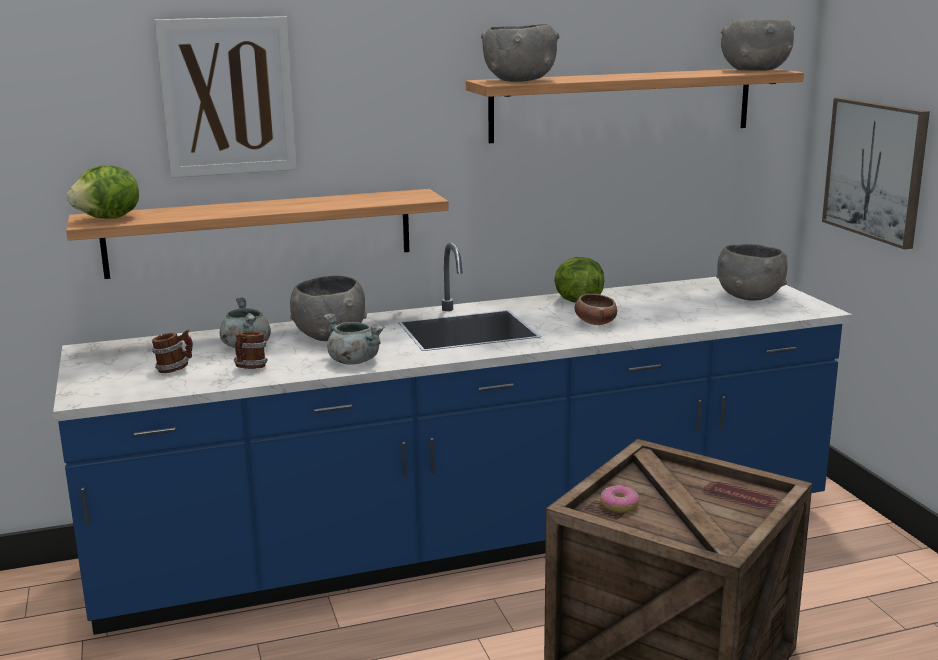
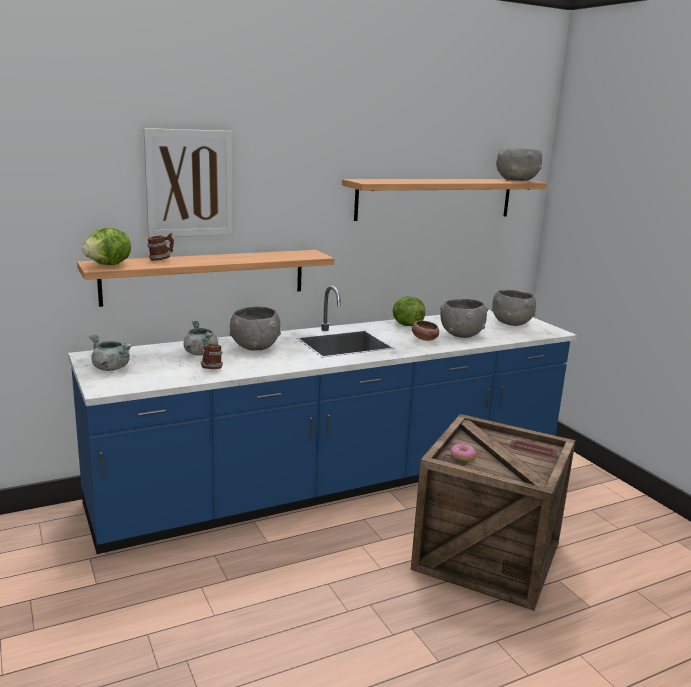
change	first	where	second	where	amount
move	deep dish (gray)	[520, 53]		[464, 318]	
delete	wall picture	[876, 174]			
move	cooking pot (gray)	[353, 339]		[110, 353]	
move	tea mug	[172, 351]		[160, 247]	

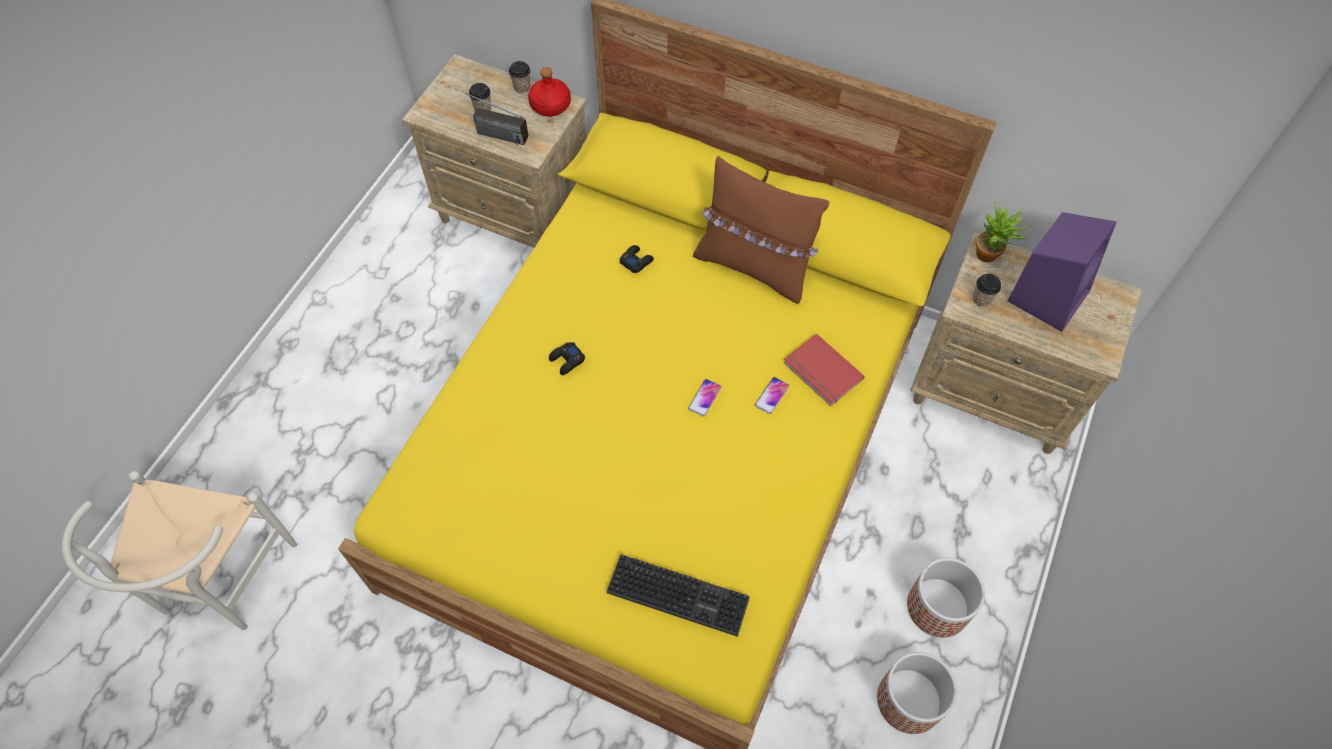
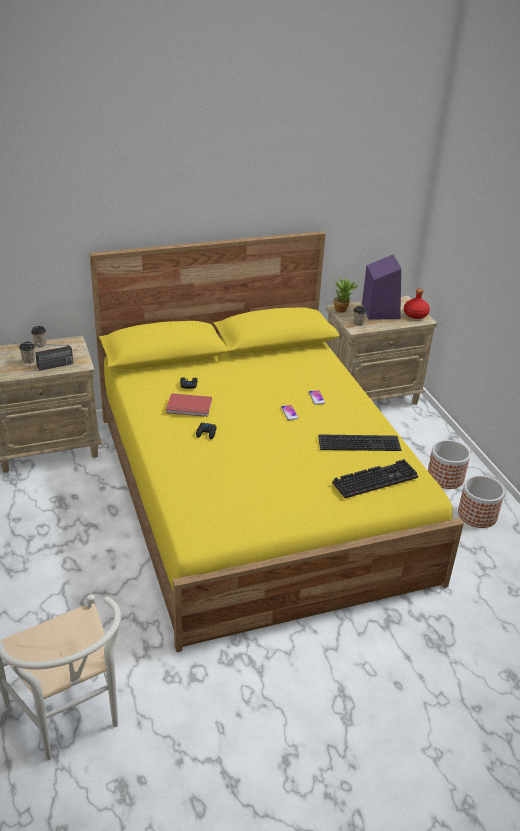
change	first	where	second	where	amount
move	drink bottle (red)	[549, 92]		[417, 304]	
delete	cushion (brown)	[761, 229]			
move	volume (red)	[824, 369]		[189, 405]	
insert			computer keyboard	[359, 442]	

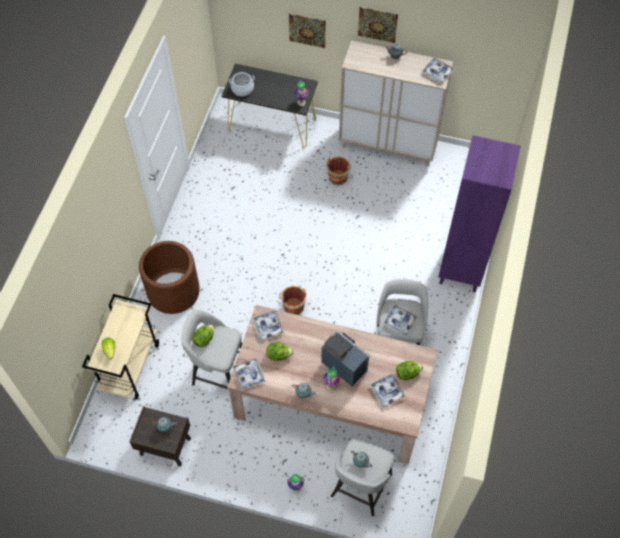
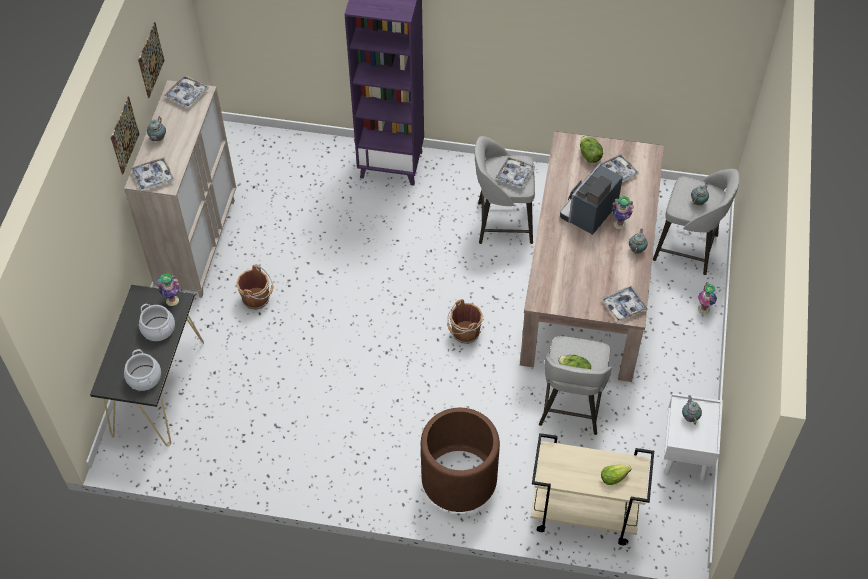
change	first	where	second	where	amount
move	wall picture	[307, 30]		[151, 60]	
move	tray	[268, 325]		[152, 174]	
delete	lettuce head	[280, 351]			
recolor	nightstand (brown)	[160, 436]	nightstand (white-coloured)	[693, 437]	
insert			cooking pot	[157, 322]	

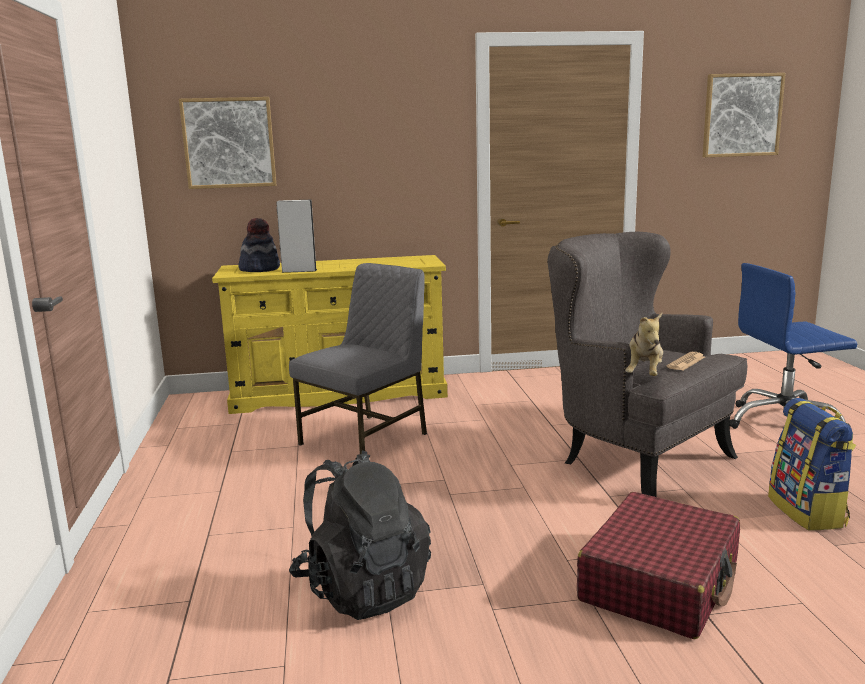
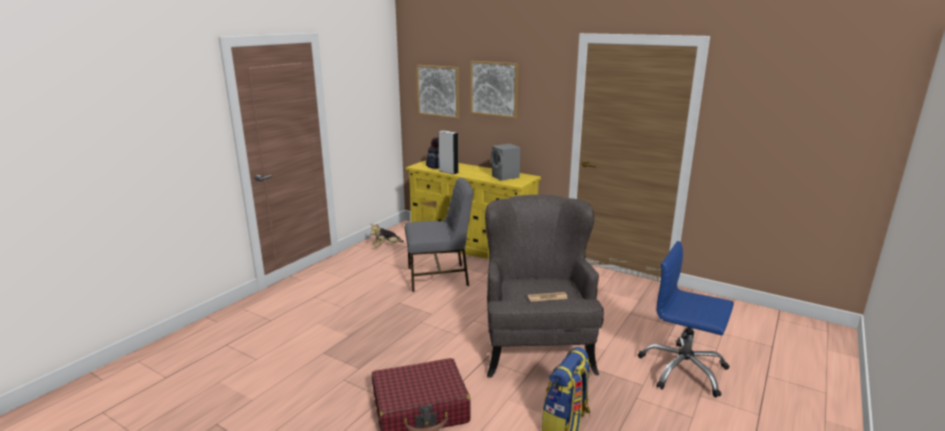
change	first	where	second	where	amount
move	wall picture	[744, 115]		[494, 89]	
move	plush toy	[644, 344]		[387, 236]	
delete	rucksack (black-coloured)	[360, 535]			
insert			loudspeaker (gray)	[505, 162]	

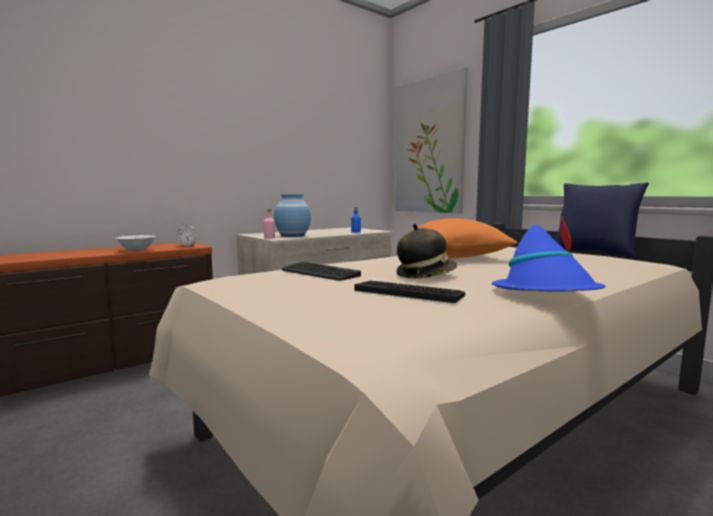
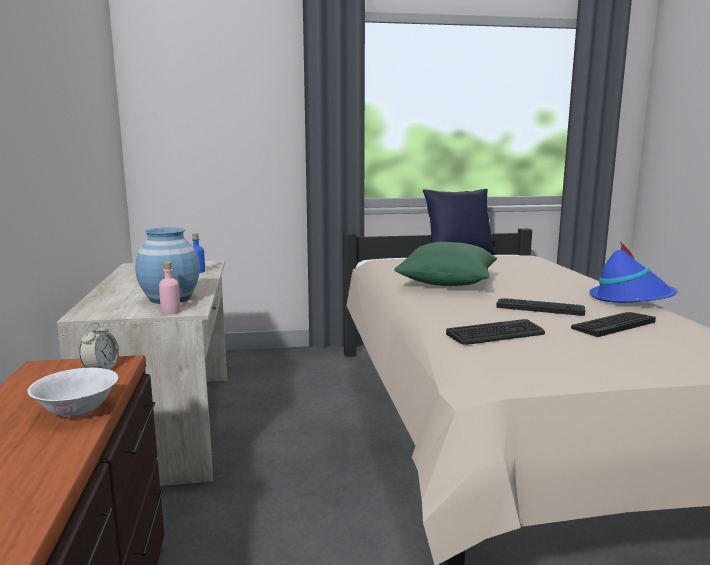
change	first	where	second	where	amount
delete	wall picture	[431, 140]			
recolor	cushion (orange)	[461, 238]	cushion (green)	[445, 264]	
replace	clothing hat	[427, 251]	computer keyboard	[540, 307]	

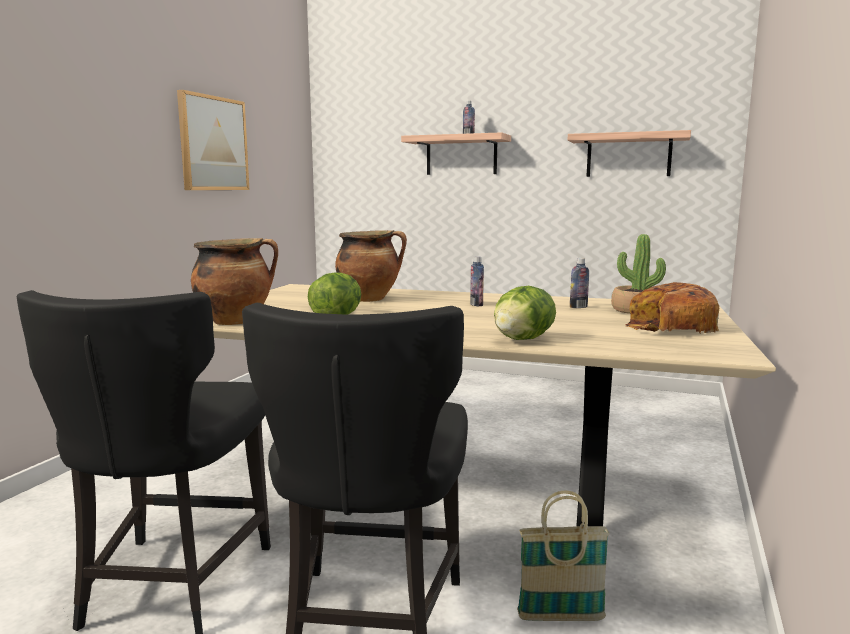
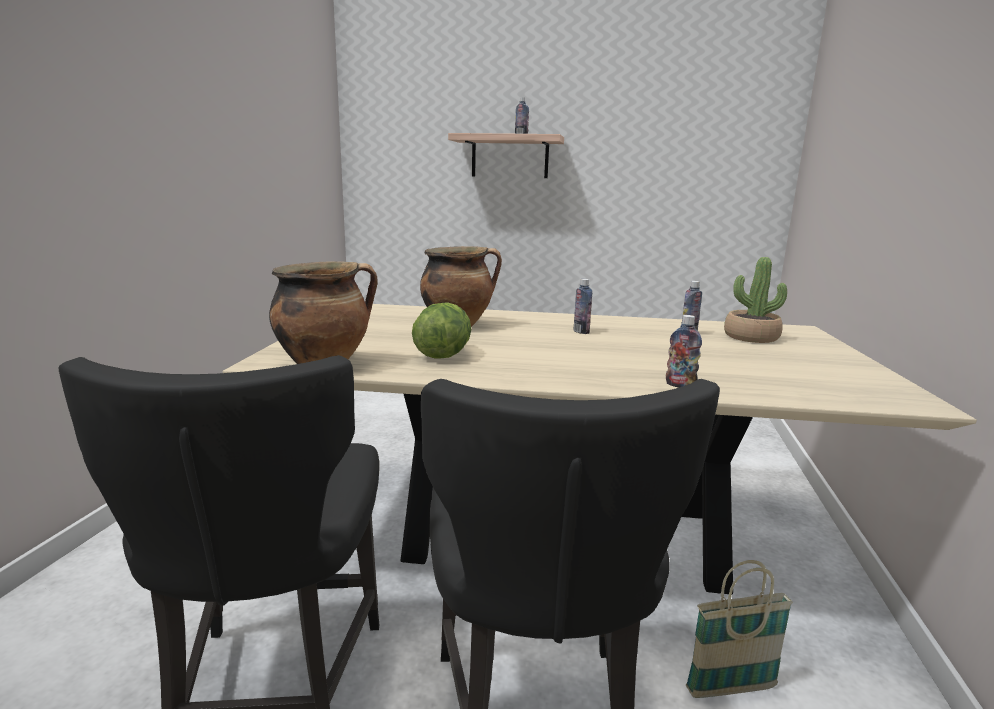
change	first	where	second	where	amount
delete	wall picture	[213, 140]			
delete	shelf	[629, 153]			
delete	baked bread	[672, 307]			
replace	lettuce head	[525, 313]	drink bottle	[684, 351]	

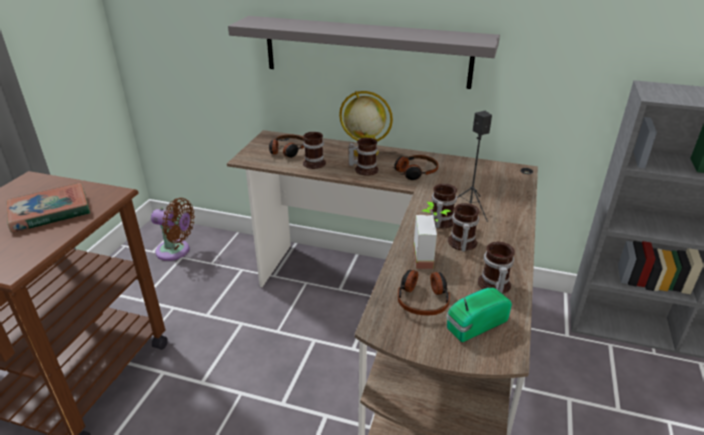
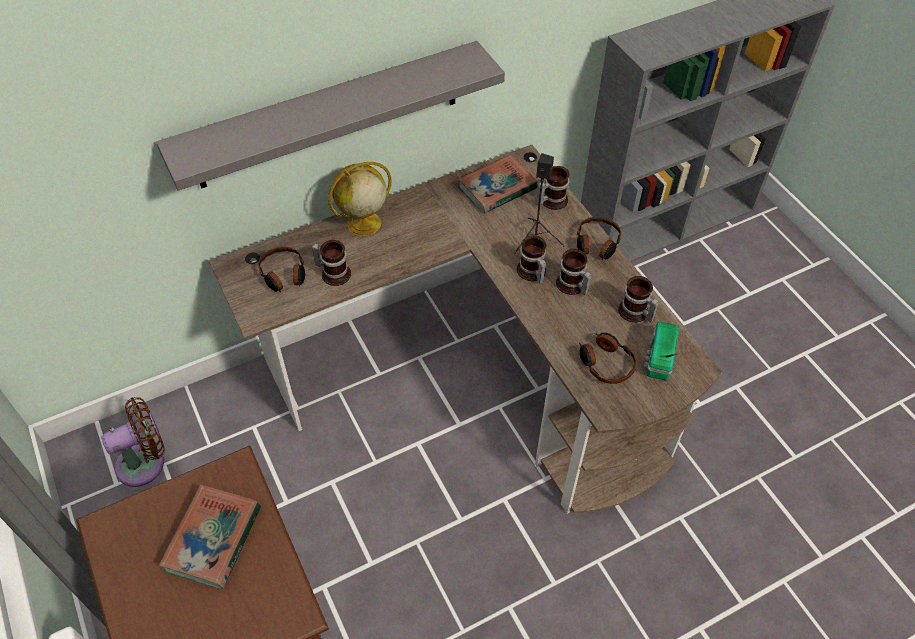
change	first	where	second	where	amount
move	tea mug	[364, 157]		[553, 188]	
move	pair of headphones	[416, 167]		[599, 238]	
delete	plant in a pot	[432, 235]			
insert			volume	[498, 184]	

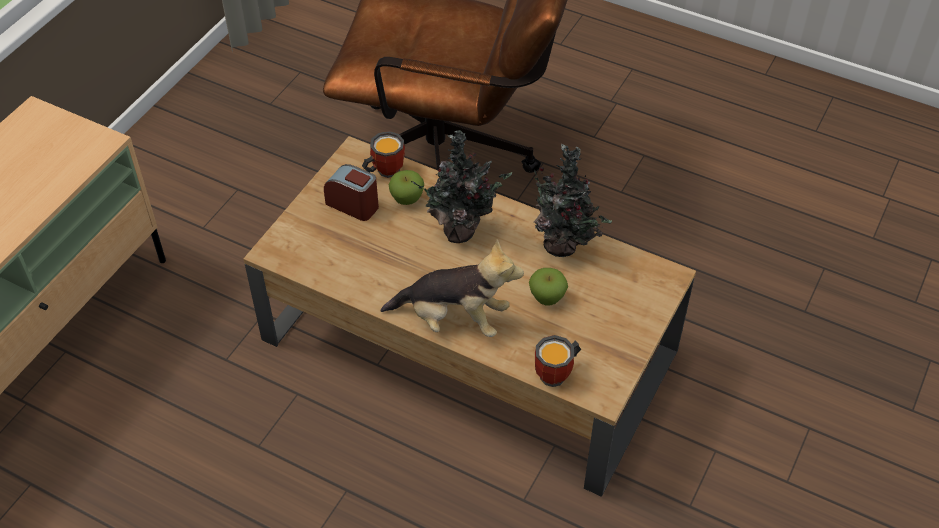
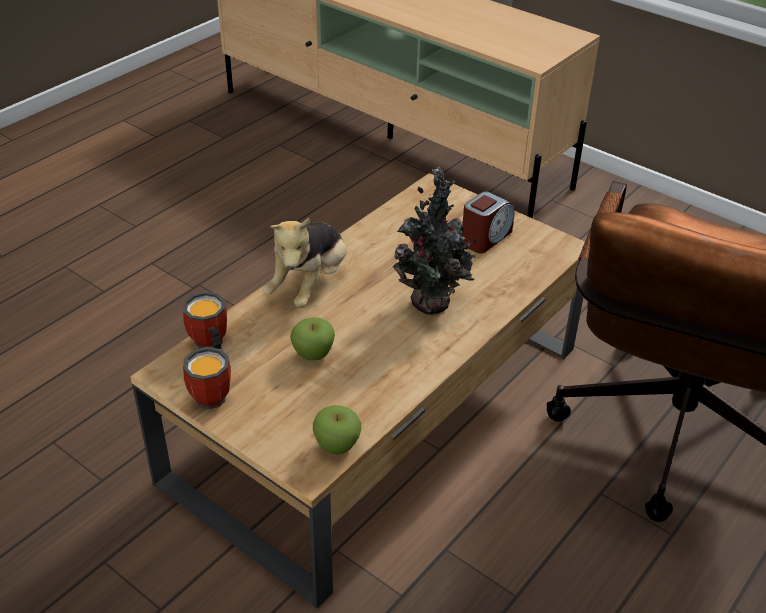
change	first	where	second	where	amount
move	tea mug	[383, 154]		[207, 378]	
delete	plant in a pot	[569, 200]			
move	apple fruit	[406, 187]		[337, 429]	

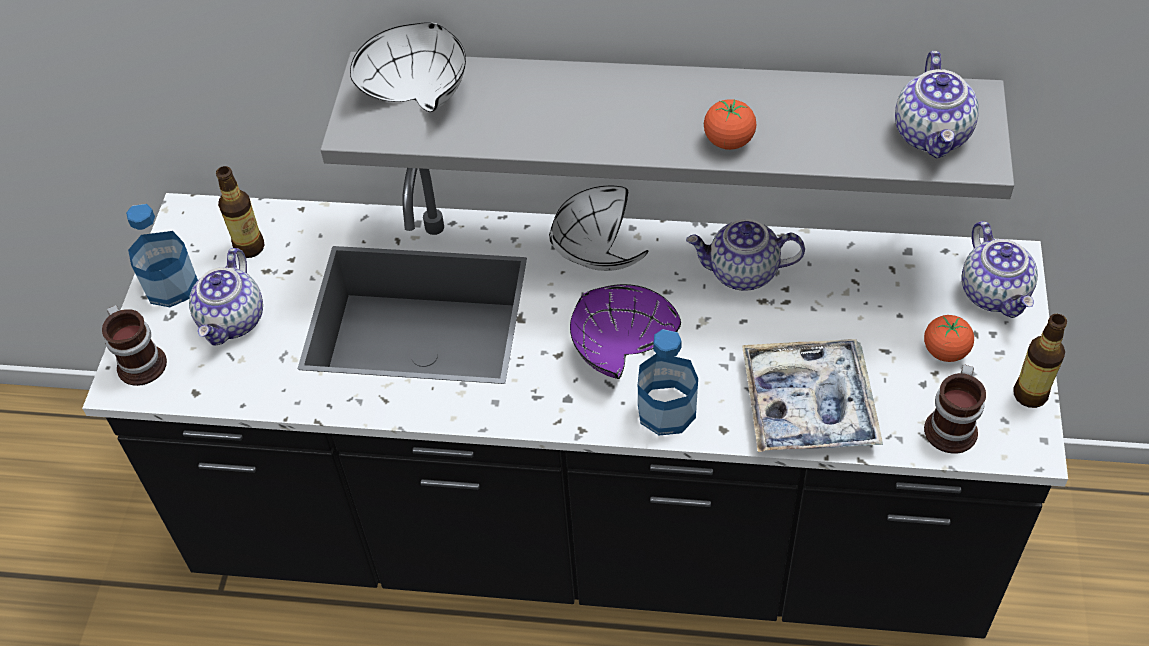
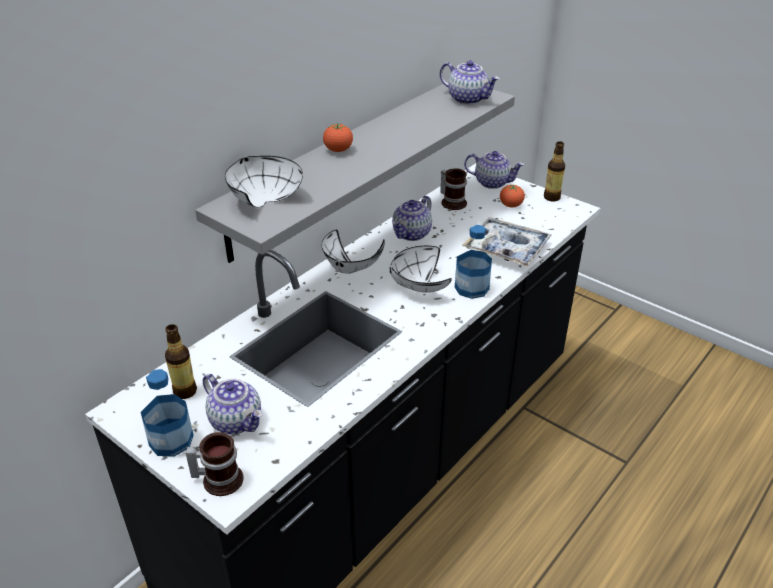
change	first	where	second	where	amount
move	whole tomato	[730, 124]		[338, 137]	
recolor	deep dish (purple-coloured)	[625, 331]	deep dish (white-coloured)	[420, 269]	
move	tea mug	[955, 409]		[453, 189]	

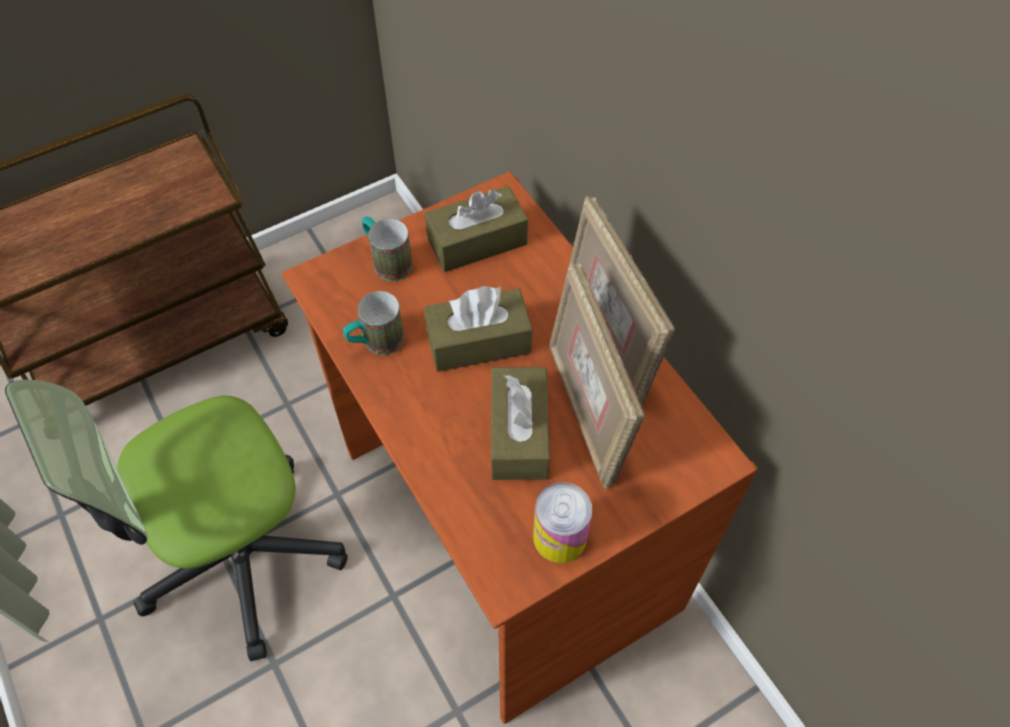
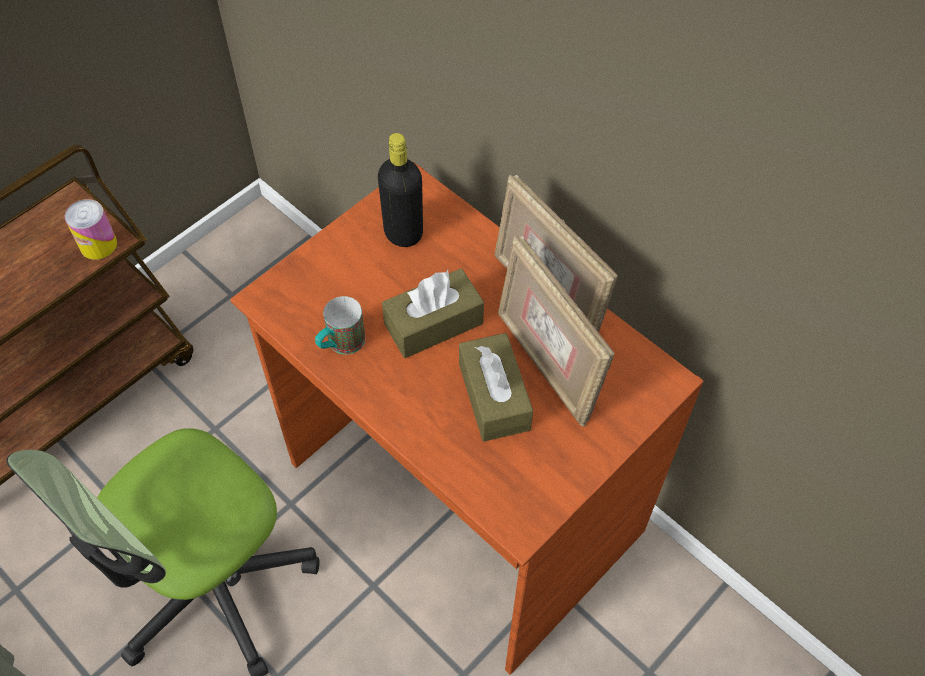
change	first	where	second	where	amount
replace	box of tissues (brown)	[476, 229]	drink bottle (black-coloured)	[400, 190]	
delete	tea mug	[387, 248]			
move	can	[563, 522]		[91, 229]	

